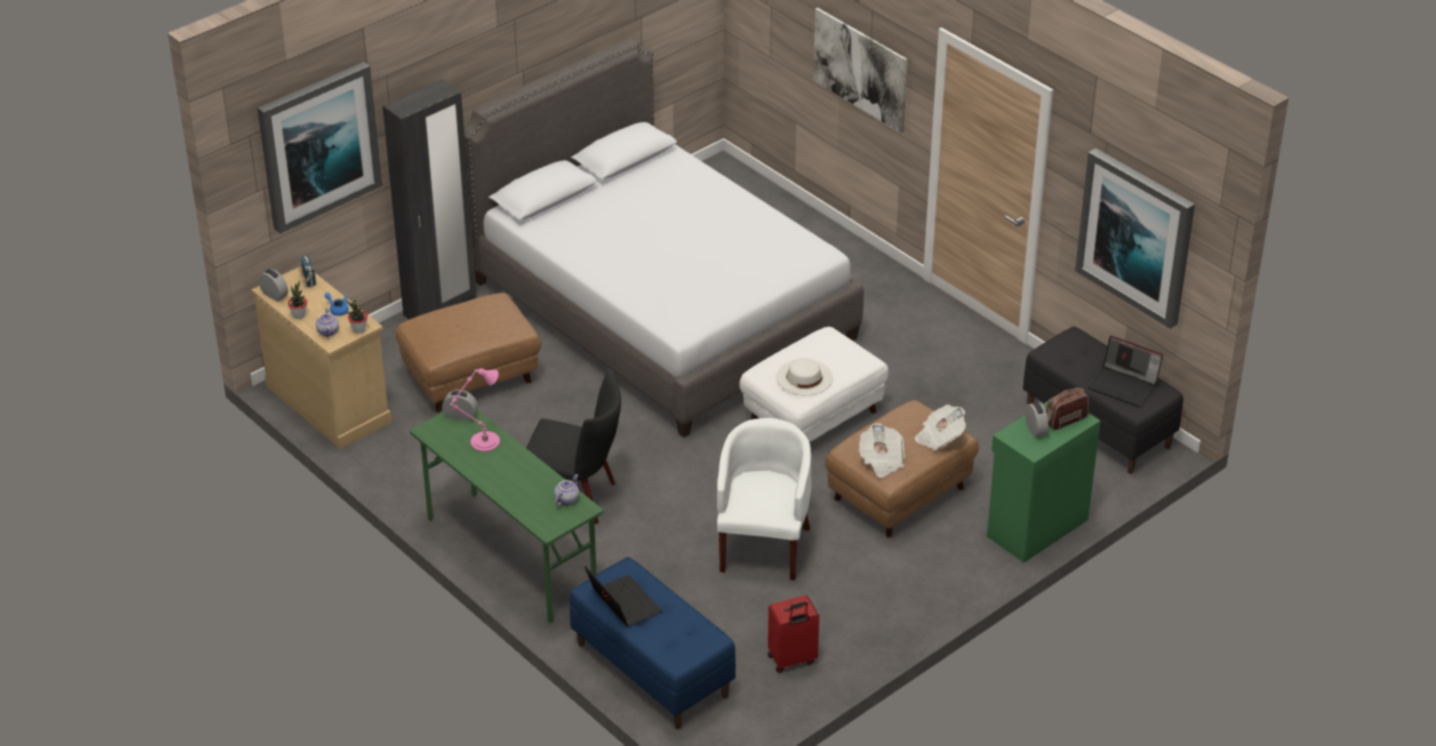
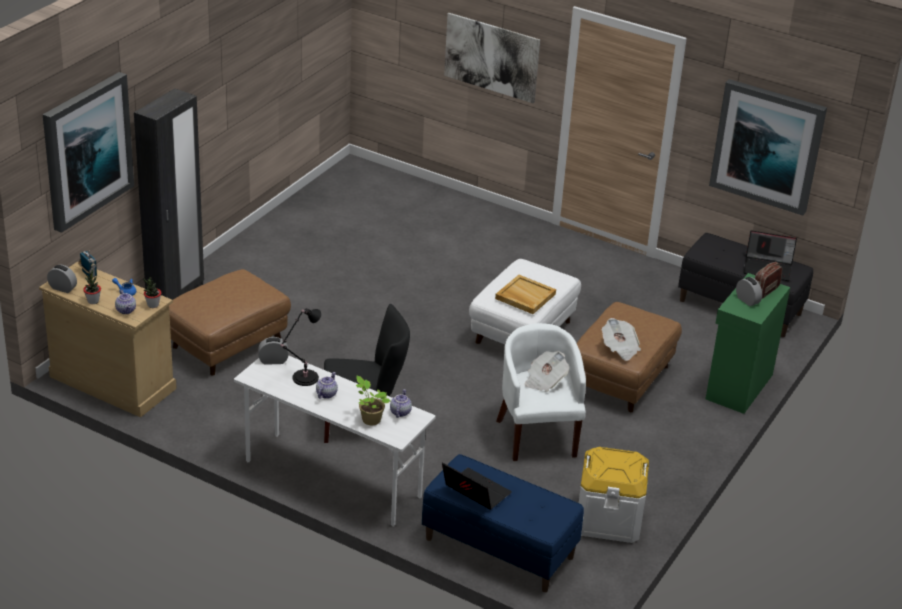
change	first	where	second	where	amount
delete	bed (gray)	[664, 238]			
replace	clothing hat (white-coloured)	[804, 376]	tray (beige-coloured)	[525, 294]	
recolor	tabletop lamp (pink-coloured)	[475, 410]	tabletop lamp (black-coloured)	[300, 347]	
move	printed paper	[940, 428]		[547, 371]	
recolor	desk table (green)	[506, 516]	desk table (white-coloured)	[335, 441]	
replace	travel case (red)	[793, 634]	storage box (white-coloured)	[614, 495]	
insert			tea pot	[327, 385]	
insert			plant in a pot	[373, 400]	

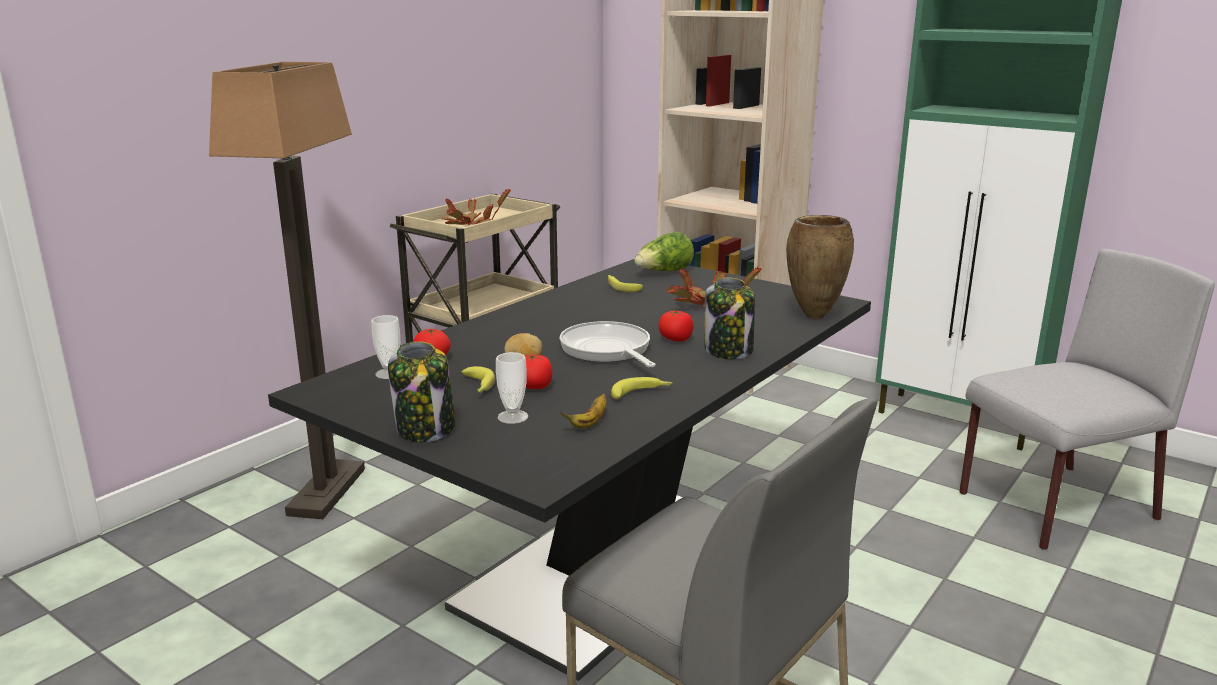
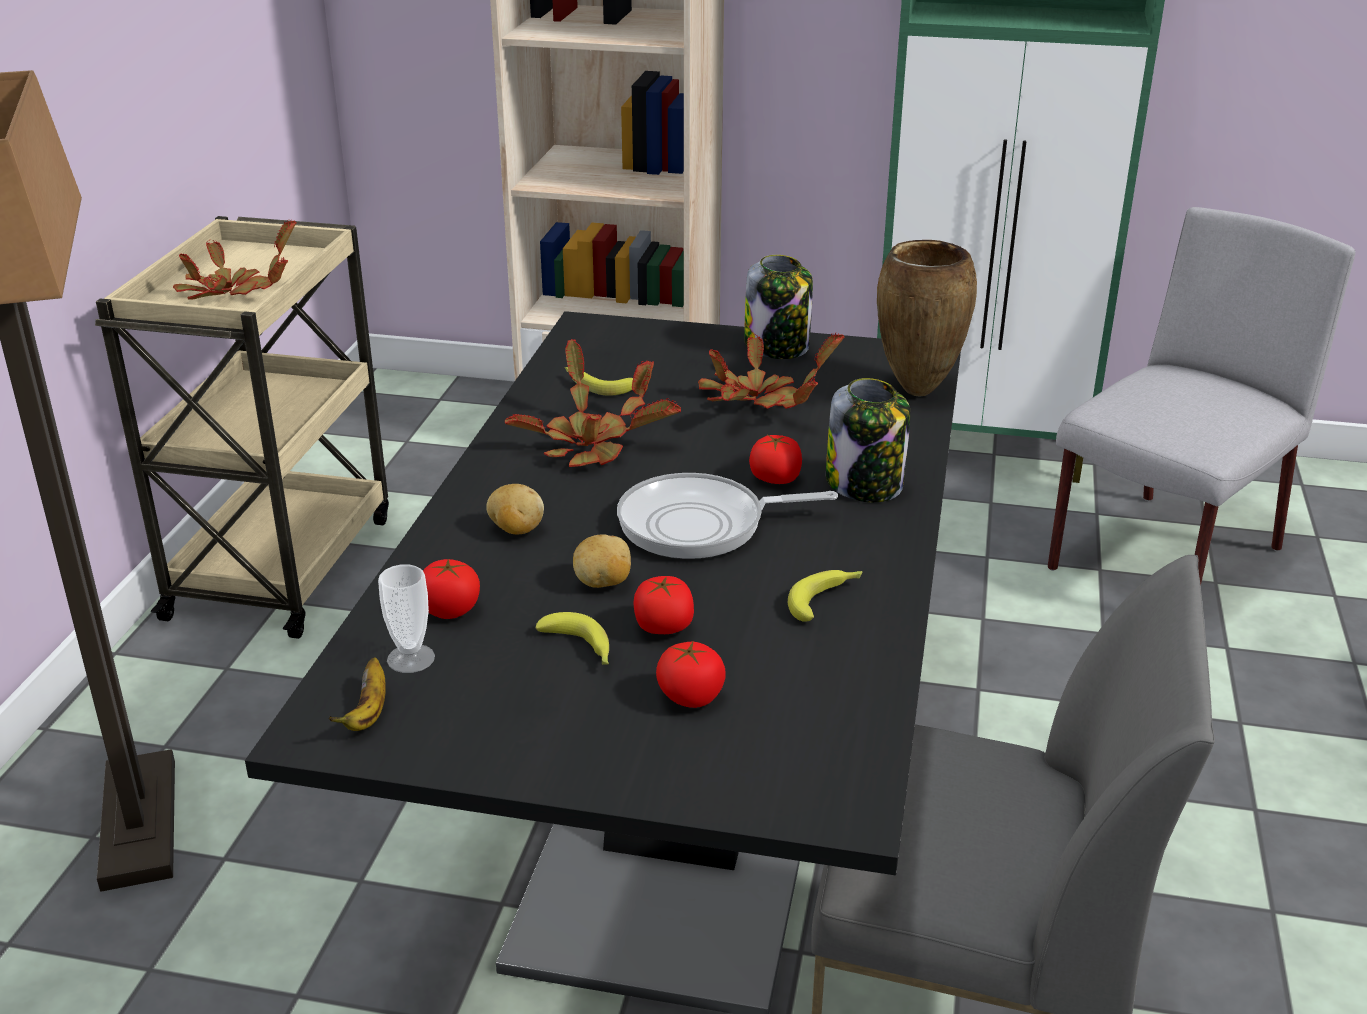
change	first	where	second	where	amount
delete	lettuce head	[664, 251]			
rotate	frying pan	[608, 344]		[727, 516]	45 degrees counterclockwise
move	preserve jar	[421, 392]		[778, 307]	
replace	small cup	[512, 388]	whole tomato	[690, 675]	
move	banana	[583, 411]		[357, 694]	
insert			plant in a pot	[593, 403]	
insert			whole potato	[515, 509]	

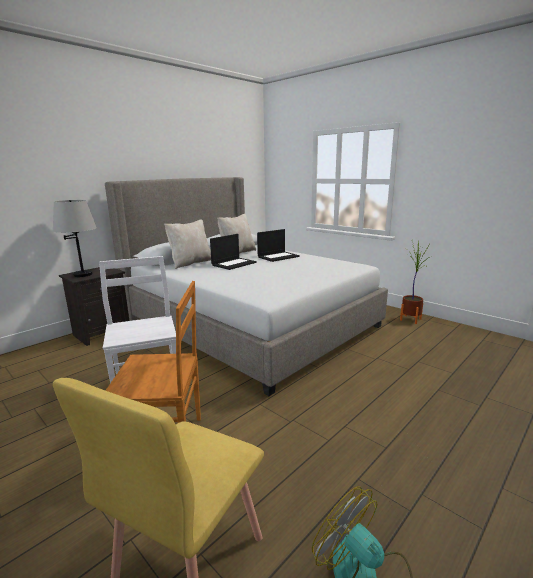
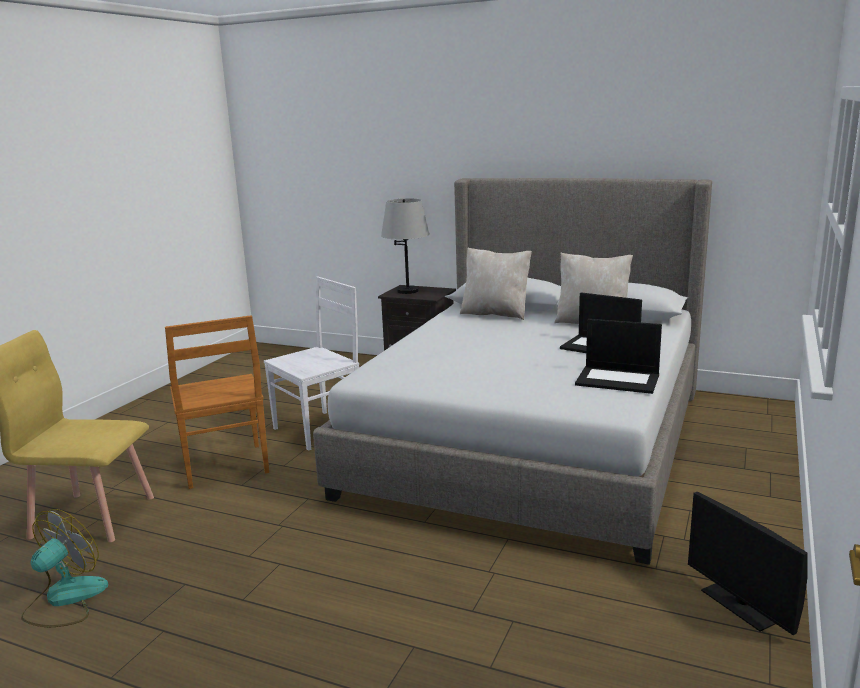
change	first	where	second	where	amount
move	laptop	[233, 252]		[618, 356]	
replace	plant in a pot	[415, 281]	monitor	[747, 563]	

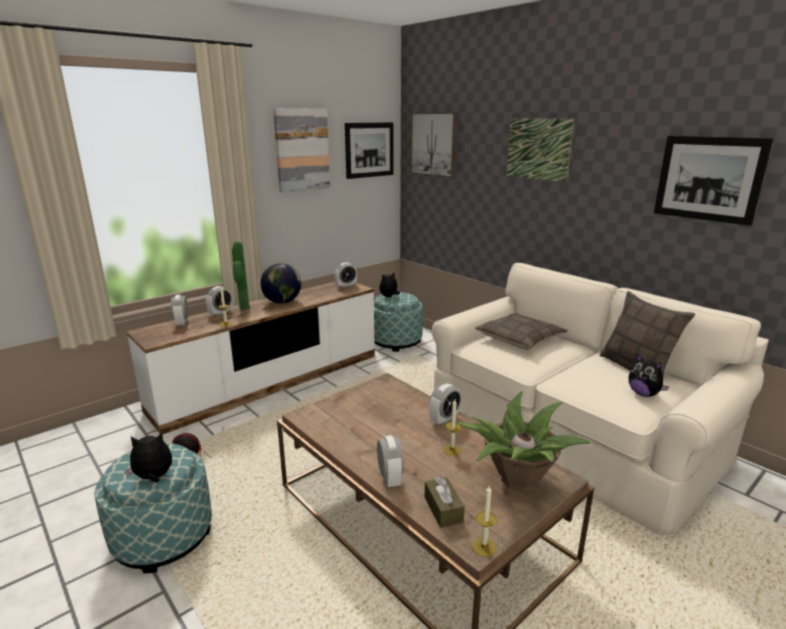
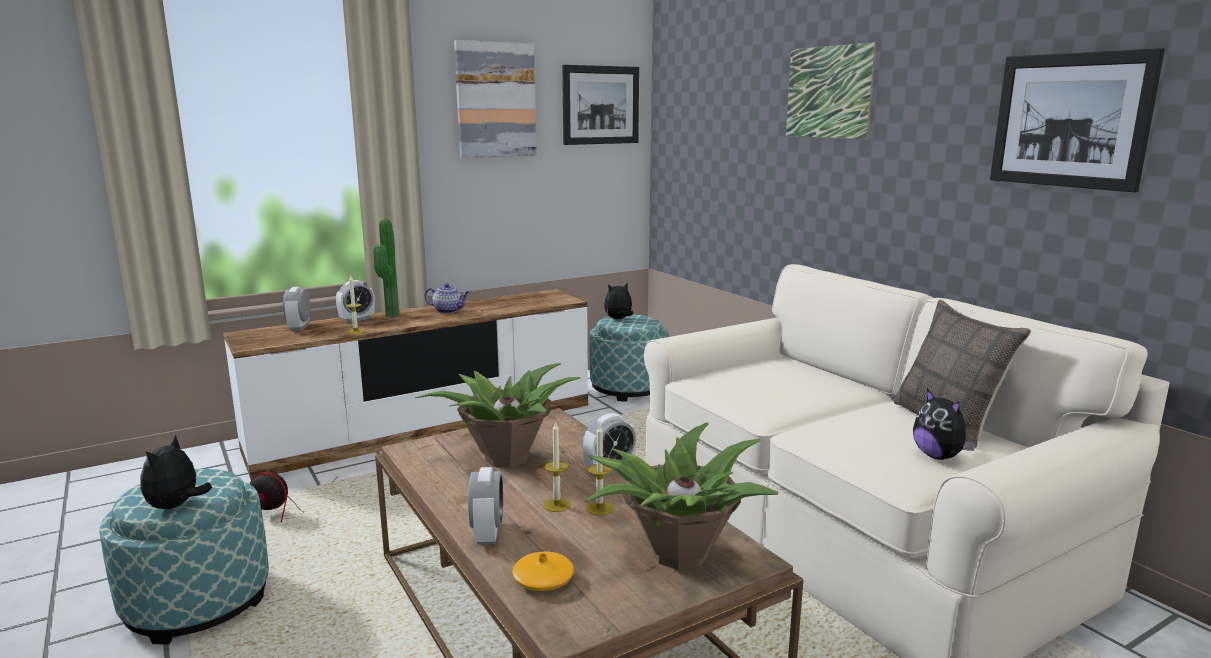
change	first	where	second	where	amount
delete	wall picture	[434, 145]			
delete	bedside clock	[346, 275]			
replace	world globe	[280, 283]	tea pot	[446, 298]	
delete	cushion	[521, 331]			
rotate	plush toy	[148, 458]		[176, 472]	75 degrees counterclockwise
replace	box of tissues (brown)	[445, 502]	flower vase (orange)	[543, 571]	
move	wax light	[484, 521]		[557, 466]	
insert			plant in a pot	[498, 415]	

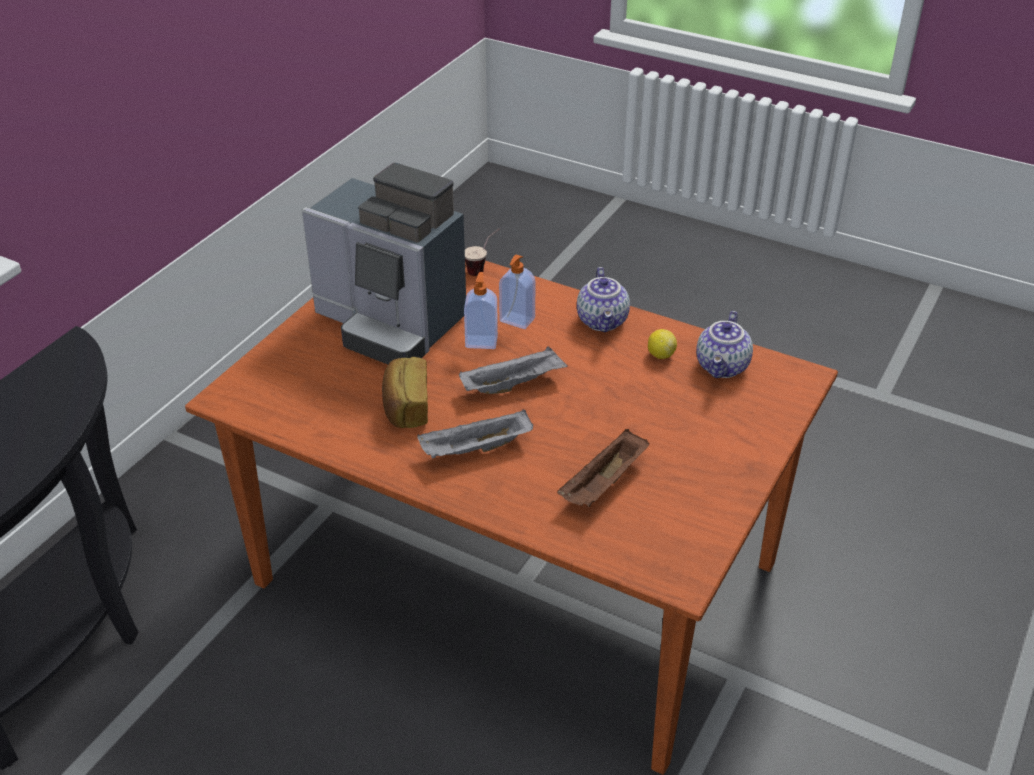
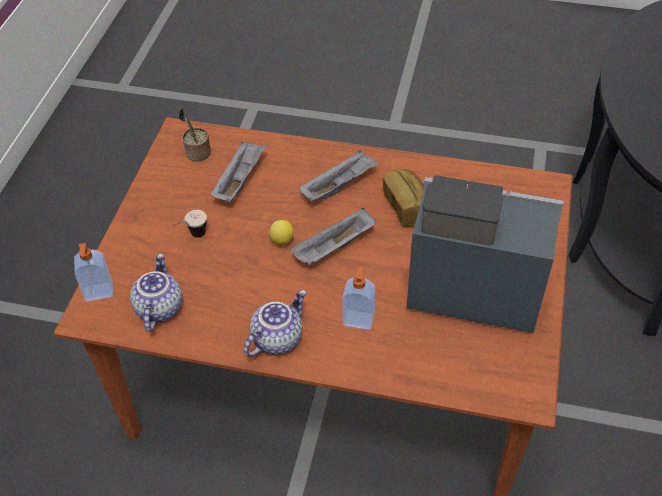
change	first	where	second	where	amount
move	small cup	[482, 252]		[190, 224]	
rotate	tea pot	[603, 299]		[274, 323]	60 degrees clockwise
move	soap bottle	[481, 310]		[93, 272]	
move	lemon	[662, 344]		[281, 232]	
recolor	tray (brown)	[603, 468]	tray (gray)	[238, 171]	
insert			plant in a pot	[194, 134]	

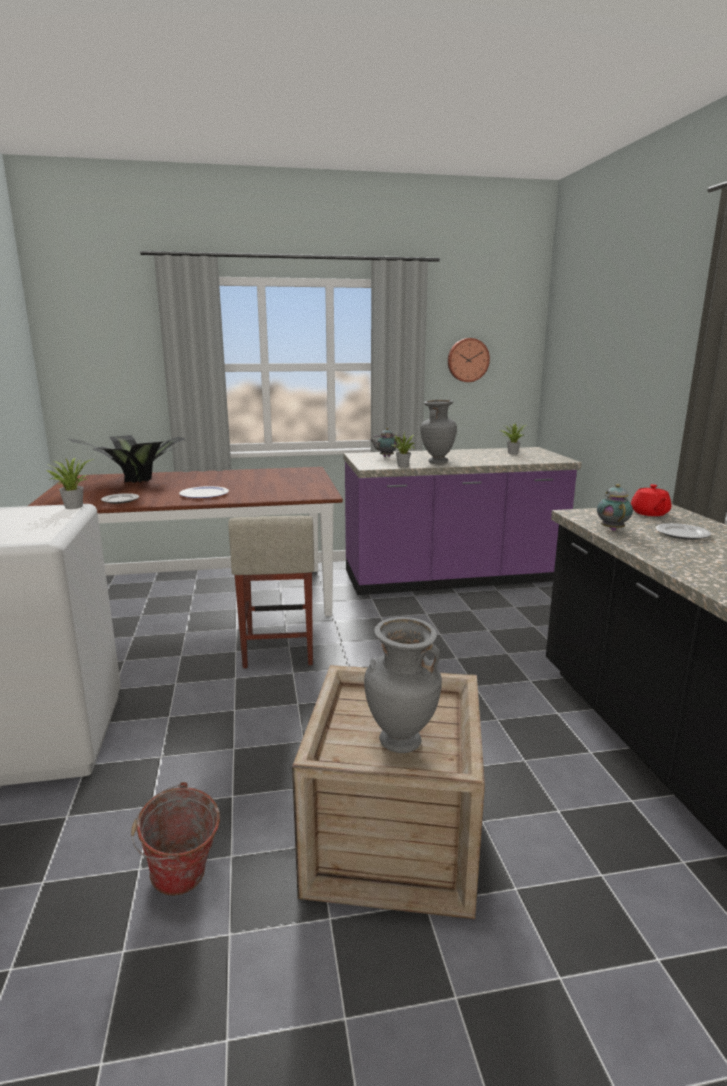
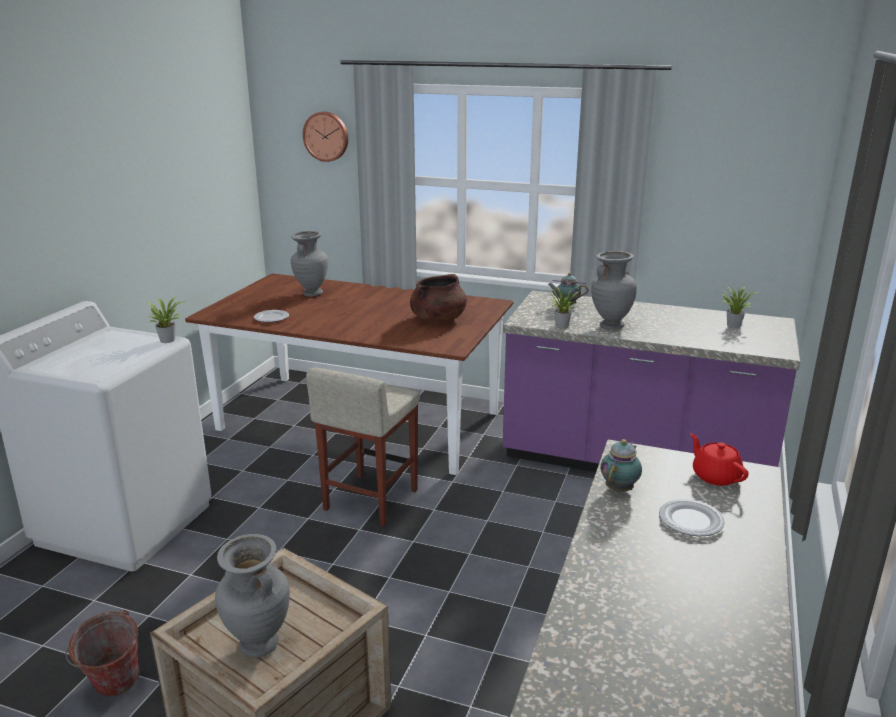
change	first	where	second	where	amount
move	clock on the wall	[469, 360]		[325, 137]	
replace	plant in a pot	[127, 459]	flower vase (gray)	[309, 264]	
rotate	tea pot (red)	[651, 500]		[719, 459]	120 degrees clockwise
delete	dinner plate	[204, 492]			
insert			cooking pot (brown)	[438, 298]	

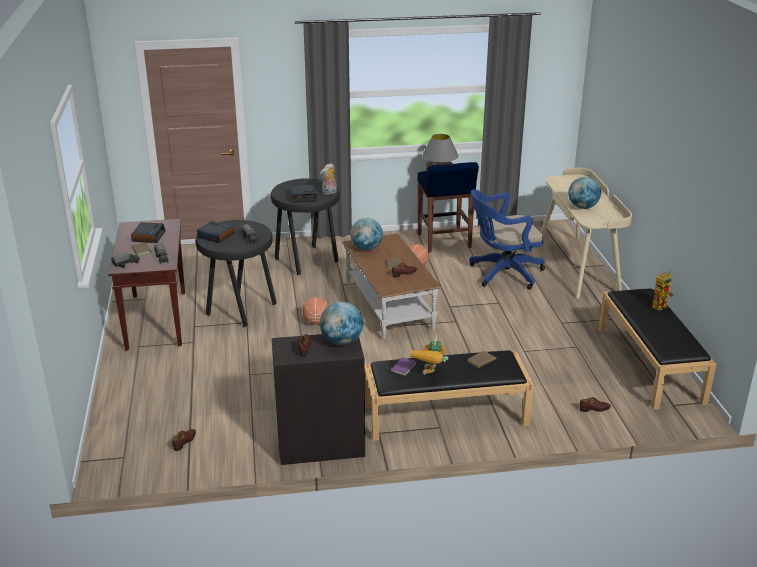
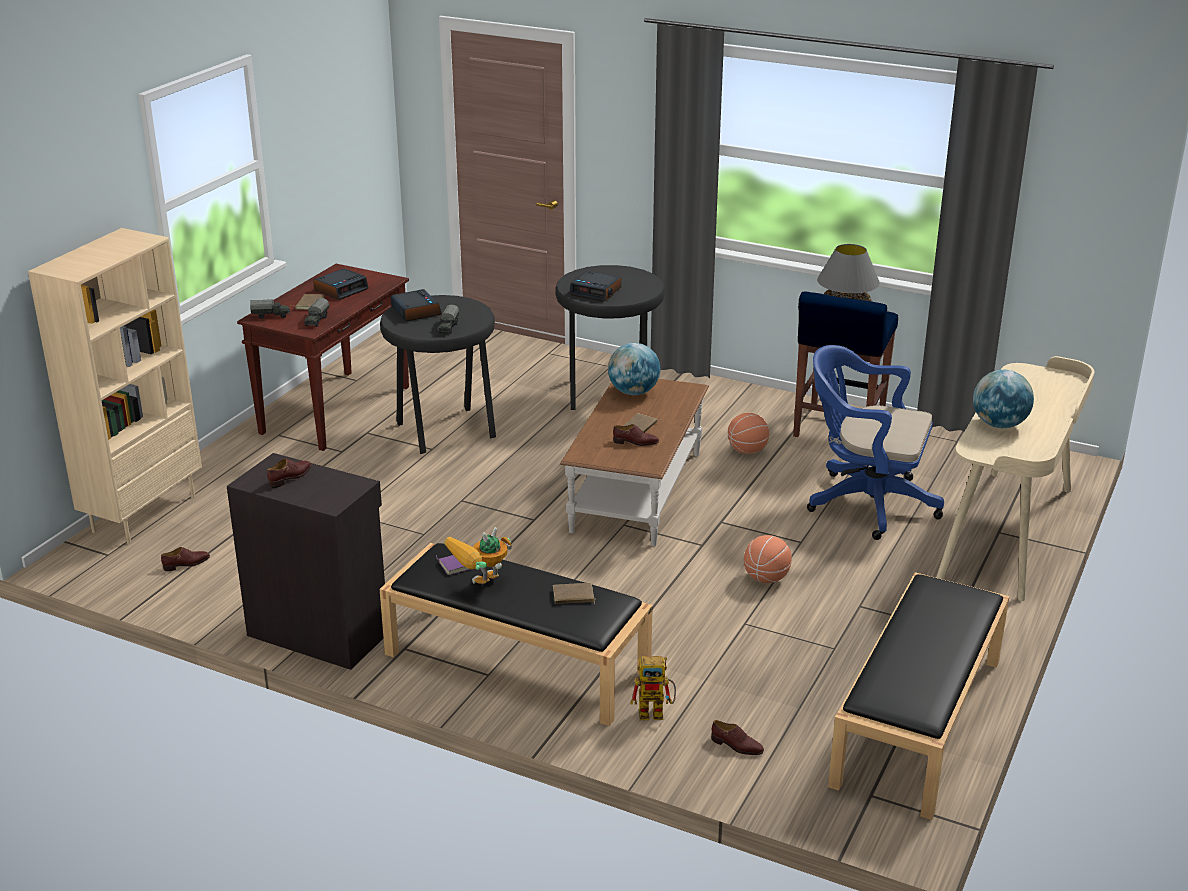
change	first	where	second	where	amount
delete	plush toy	[328, 179]			
move	robot figure	[663, 291]		[653, 688]	
move	basketball	[315, 311]		[768, 559]	
delete	world globe	[341, 323]			
insert			shelving unit (beige-coloured)	[115, 386]	

